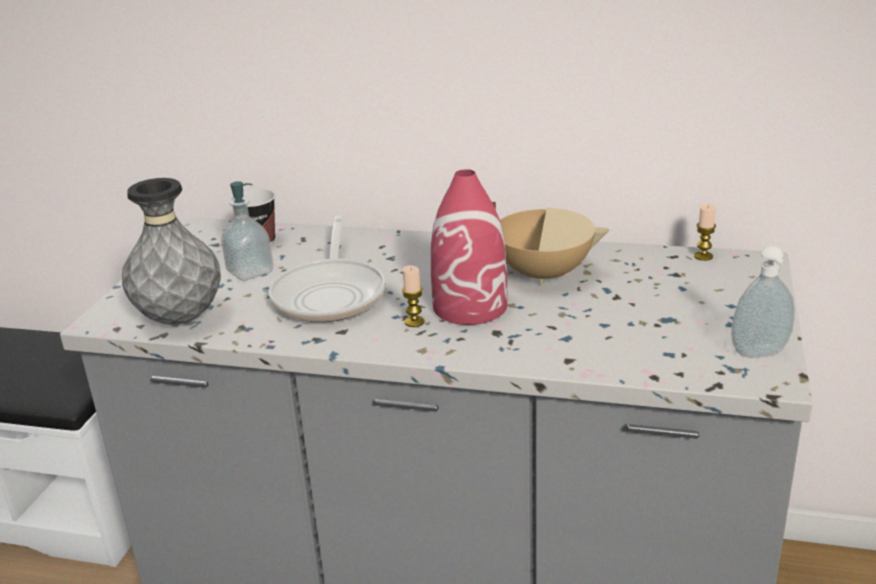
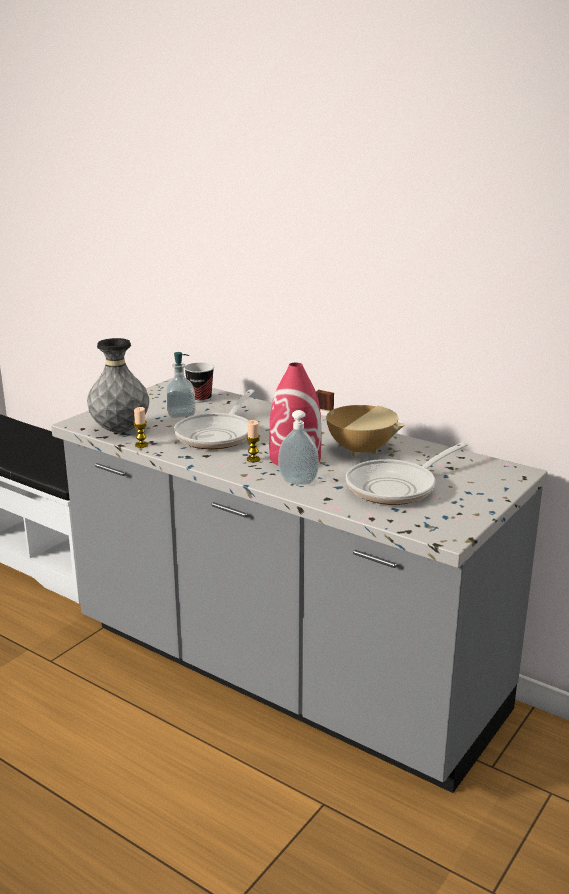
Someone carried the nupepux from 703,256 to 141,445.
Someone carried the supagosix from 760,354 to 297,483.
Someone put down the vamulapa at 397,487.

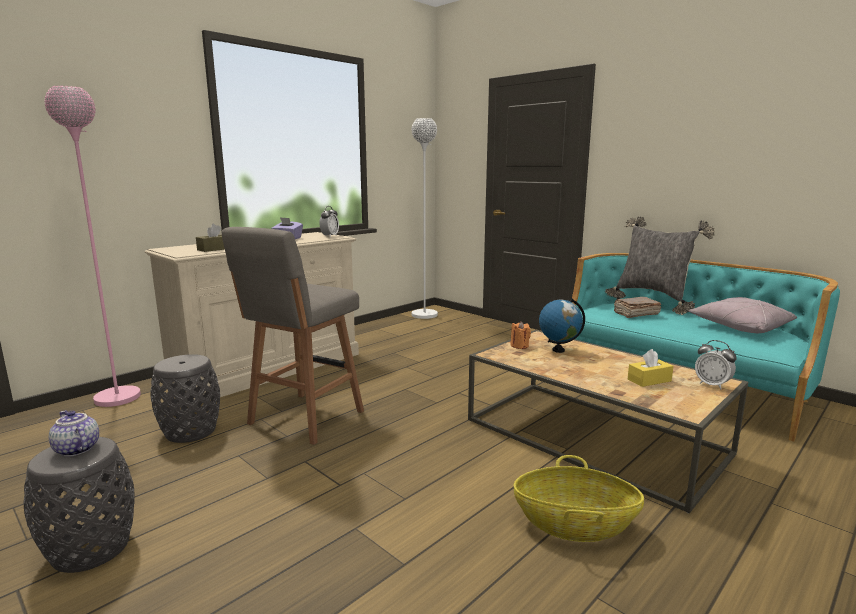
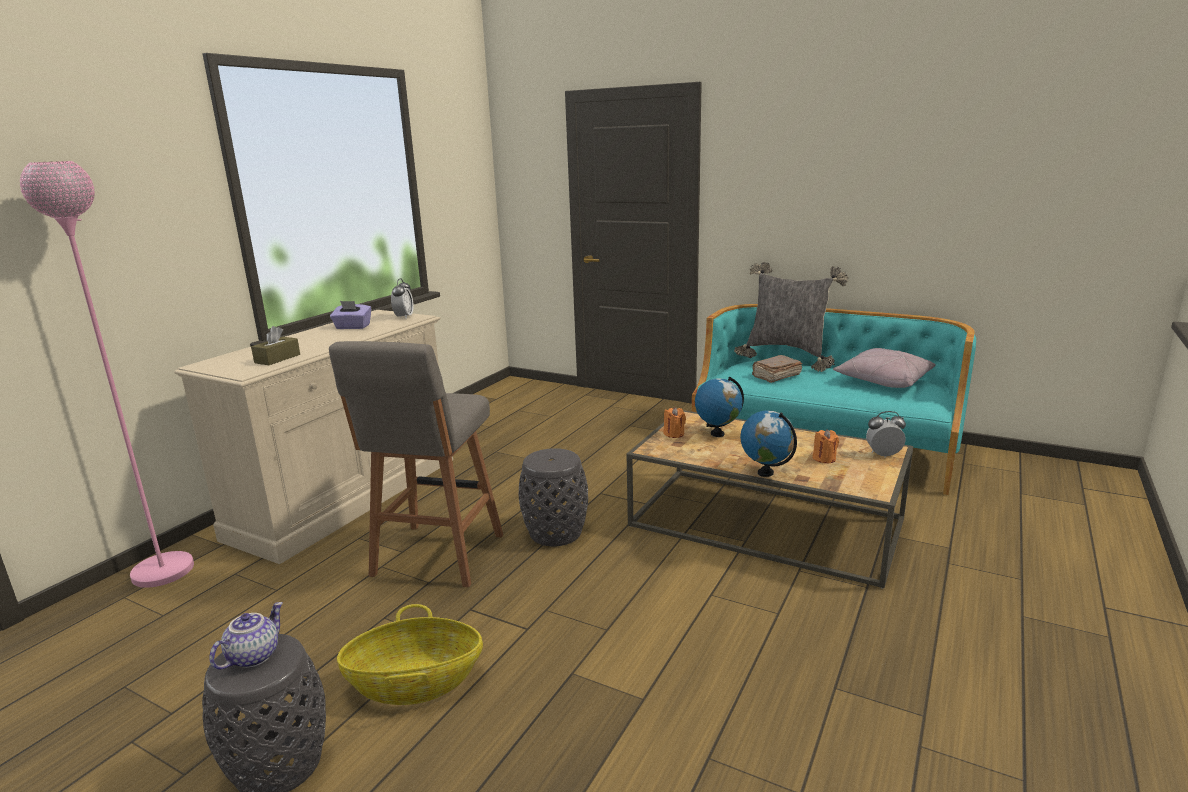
Someone rotated the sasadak at 75,449 by 90 degrees clockwise.
Someone carried the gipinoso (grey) from 190,431 to 555,533.
Someone took away the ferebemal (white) at 424,315.
Someone carried the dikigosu from 574,524 to 415,683.
Someone swapped the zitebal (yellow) at 649,380 for the nupepux (orange) at 824,459.
Someone rotated the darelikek at 712,385 by 150 degrees clockwise.
Someone put down the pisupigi at 766,473.

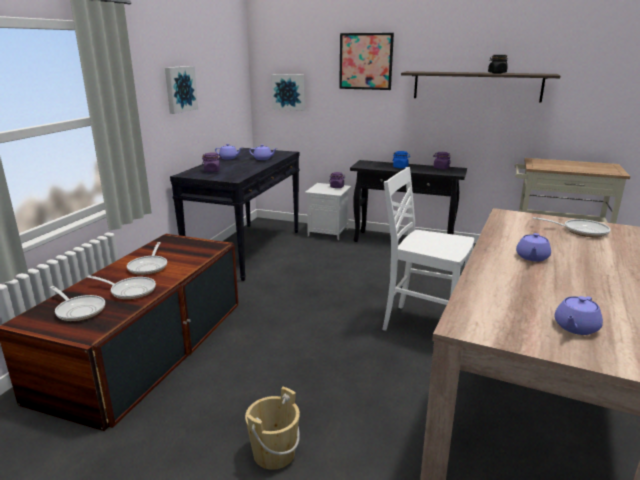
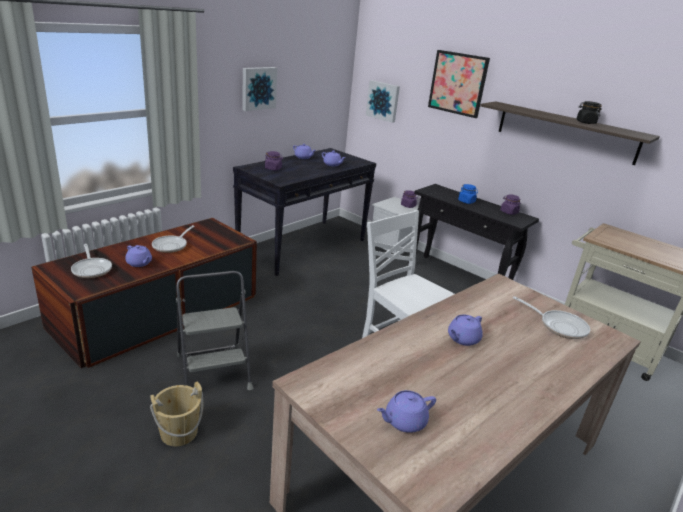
Someone swapped the vamulapa at 130,291 for the sasadak (purple) at 139,263.
Someone put down the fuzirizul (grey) at 213,369.

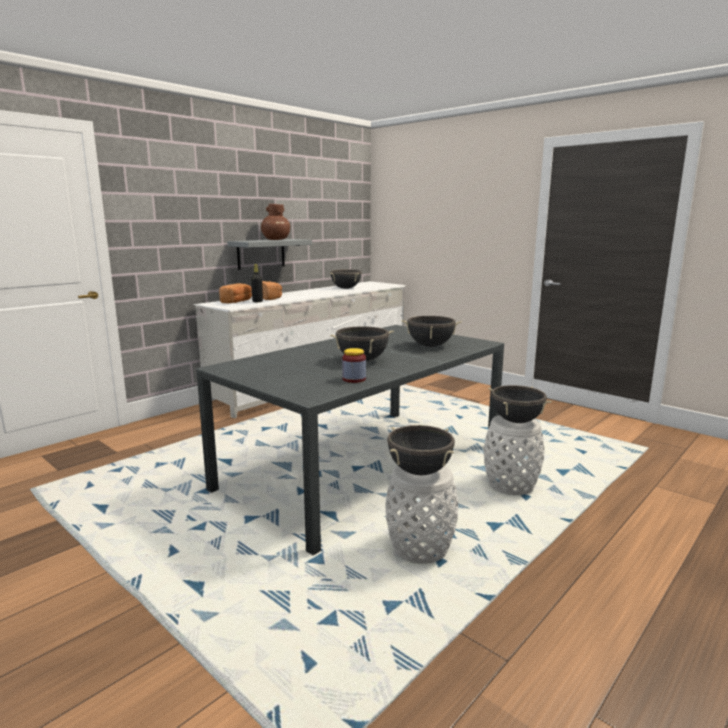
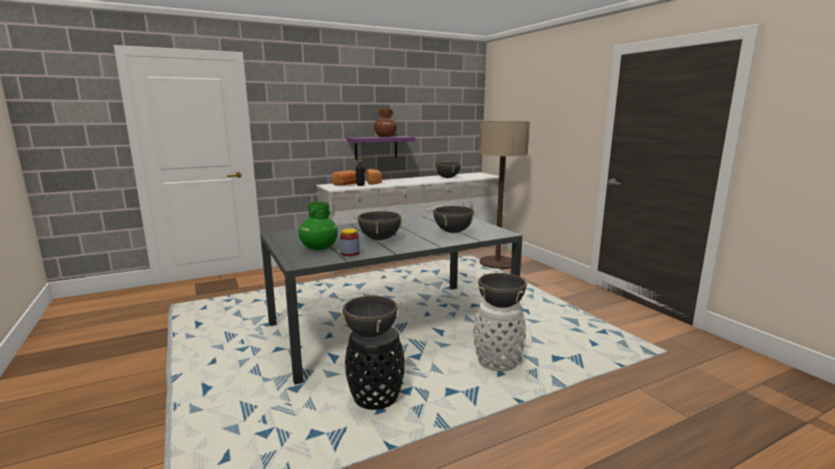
Someone repainted the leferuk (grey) at 261,254, which became the leferuk (purple) at 376,147.
Someone repainted the gipinoso (white) at 420,548, which became the gipinoso (black) at 375,397.
Someone put down the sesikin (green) at 318,248.
Someone put down the ferebemal at 497,263.

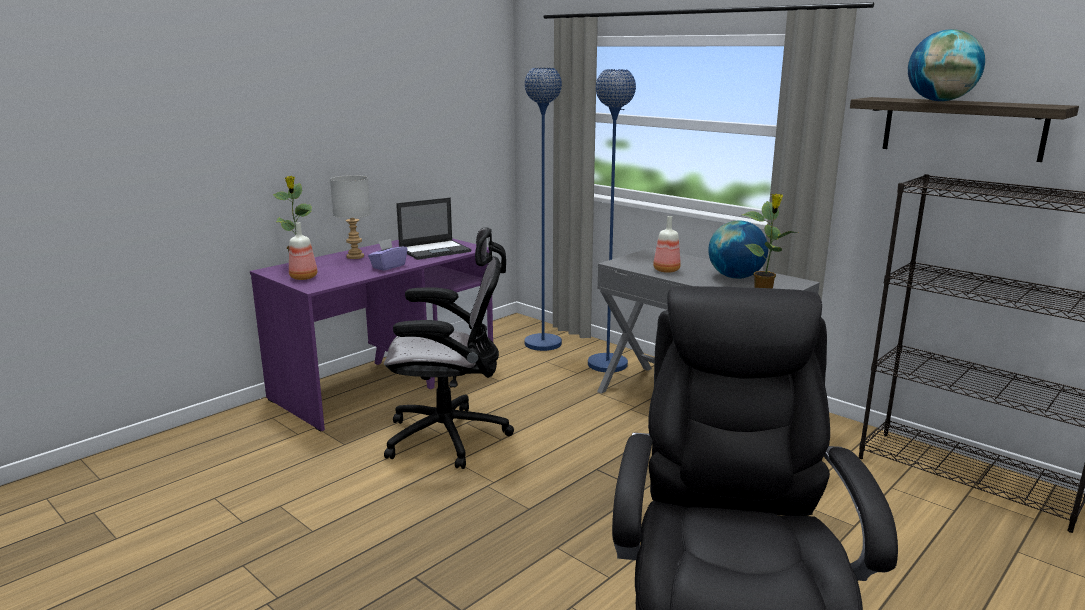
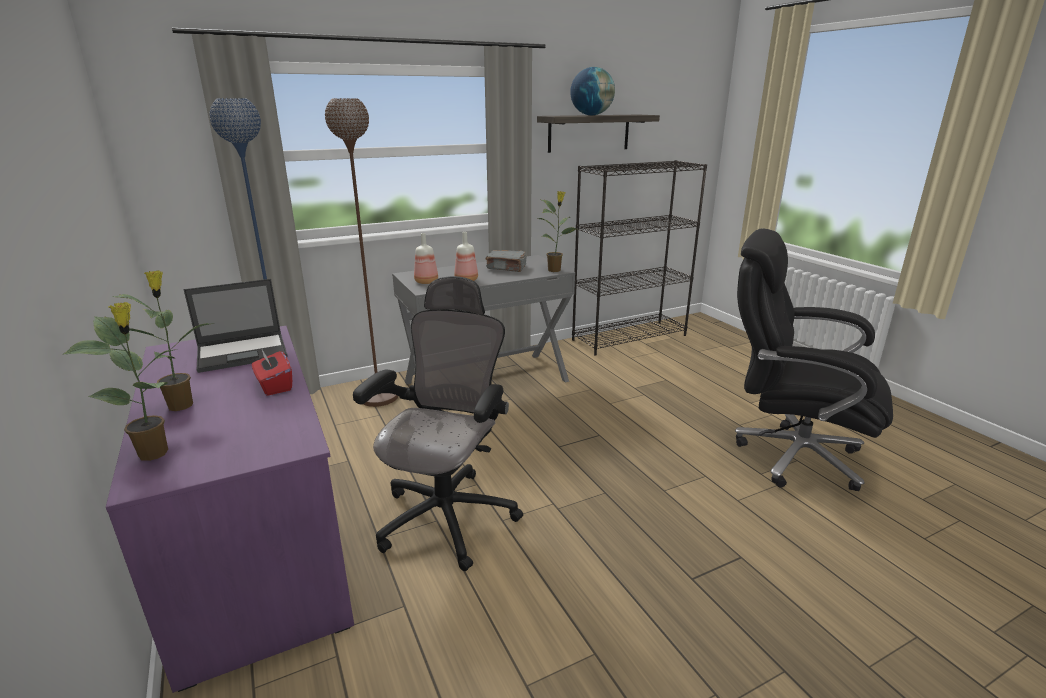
Someone carried the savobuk from 304,277 to 426,282.
Someone swapped the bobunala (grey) at 354,256 for the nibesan at 182,404.
Someone repainted the zitebal (purple) at 388,266, which became the zitebal (red) at 274,386.
Someone rotated the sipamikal at 435,250 by 75 degrees clockwise.
Someone repainted the ferebemal (blue) at 607,364, which became the ferebemal (brown) at 378,397.
Someone swapped the pisupigi at 735,277 for the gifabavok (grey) at 507,268.

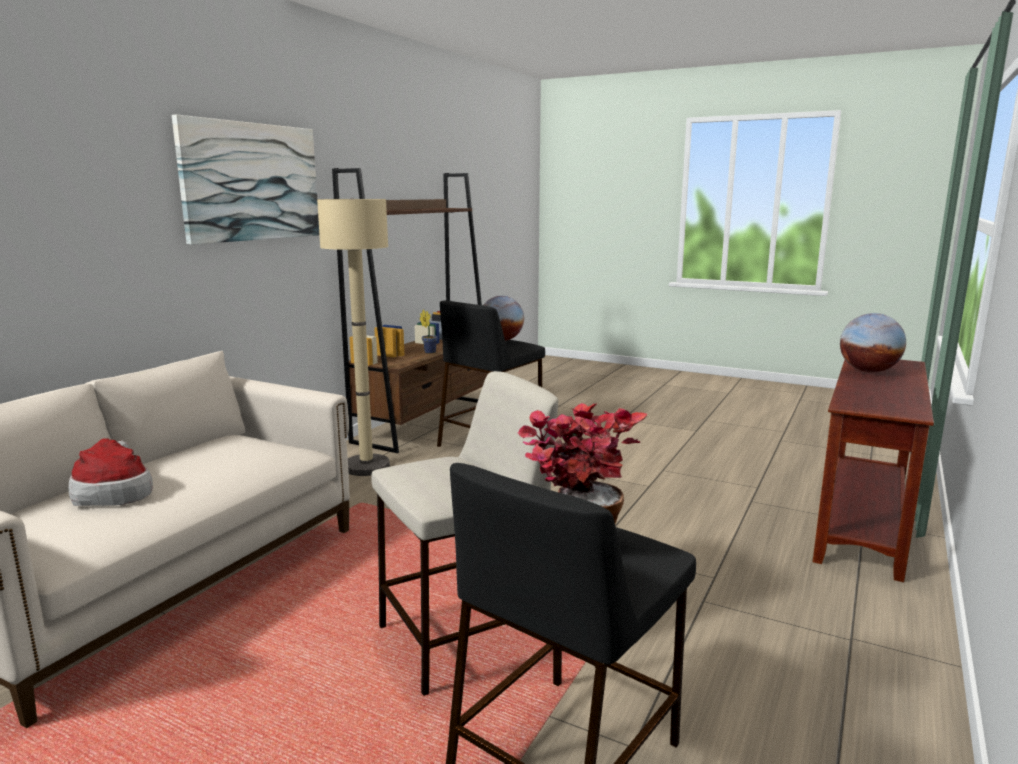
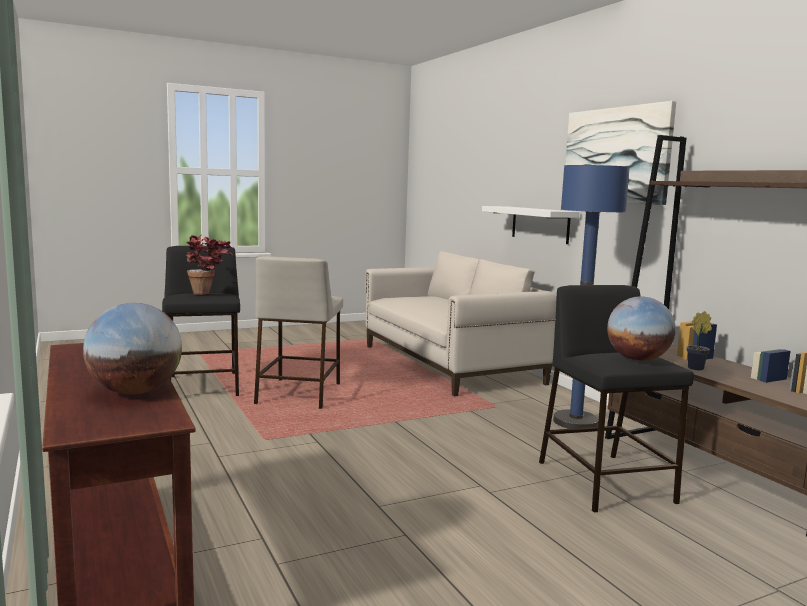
Someone took away the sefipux at 114,492.
Someone repainted the ferebemal (beige) at 366,467, which became the ferebemal (blue) at 575,422.
Someone put up the leferuk (white) at 540,224.

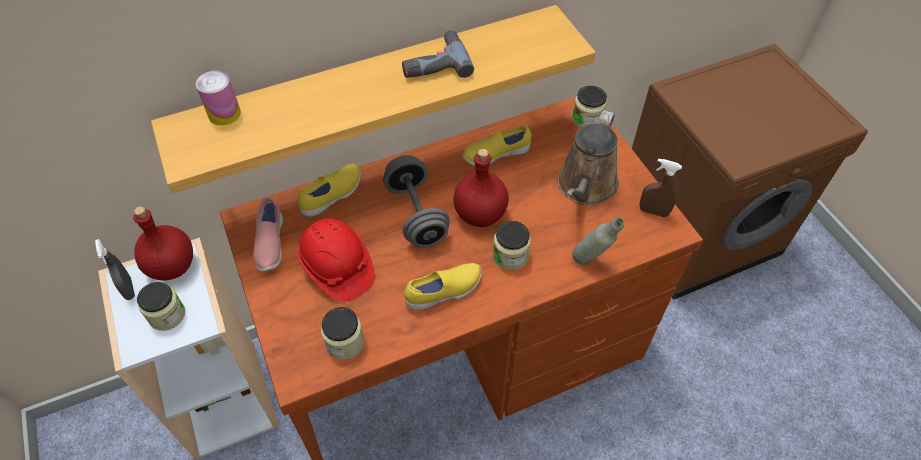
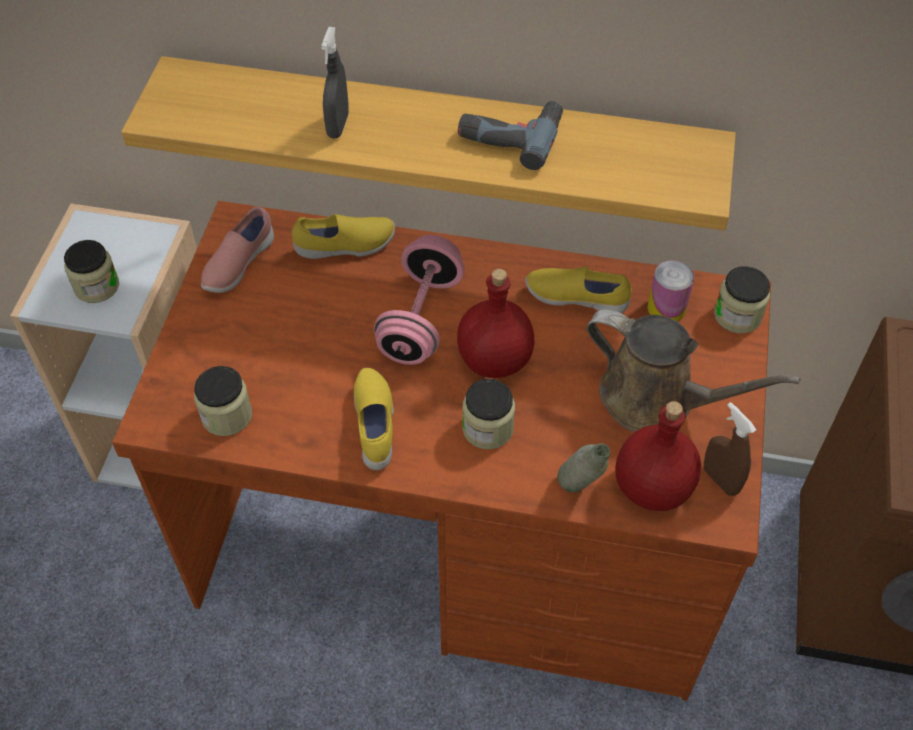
Someone carried the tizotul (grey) from 128,289 to 338,126.
Someone carried the savobuk (red) from 173,265 to 653,486.
Someone carried the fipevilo from 224,113 to 666,308.
Someone took away the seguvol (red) at 337,268.
Someone repainted the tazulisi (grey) at 416,214, which became the tazulisi (pink) at 420,319.
Someone rotated the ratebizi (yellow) at 444,292 by 105 degrees counterclockwise.
Someone rotated the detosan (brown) at 585,187 by 120 degrees counterclockwise.

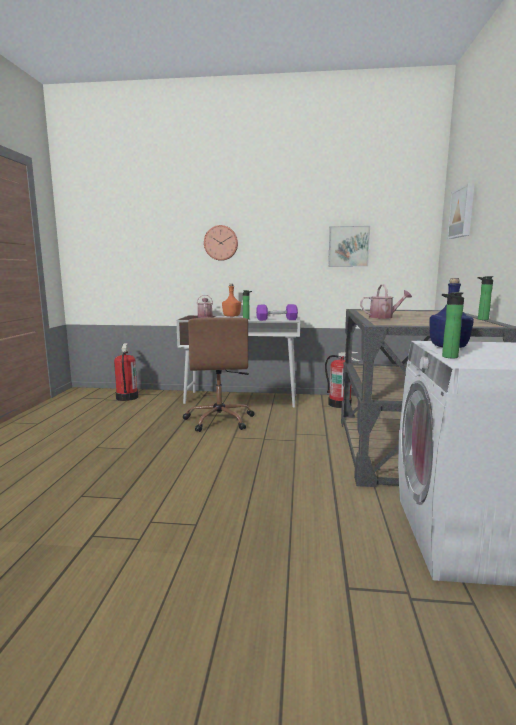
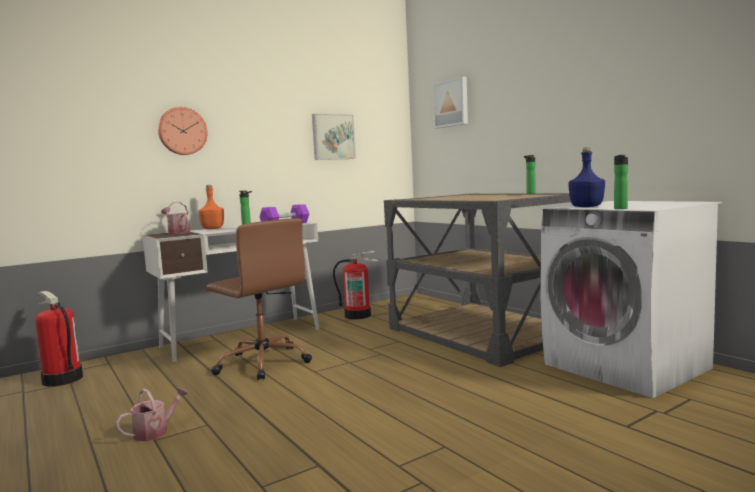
Someone carried the detosan from 384,317 to 155,431.

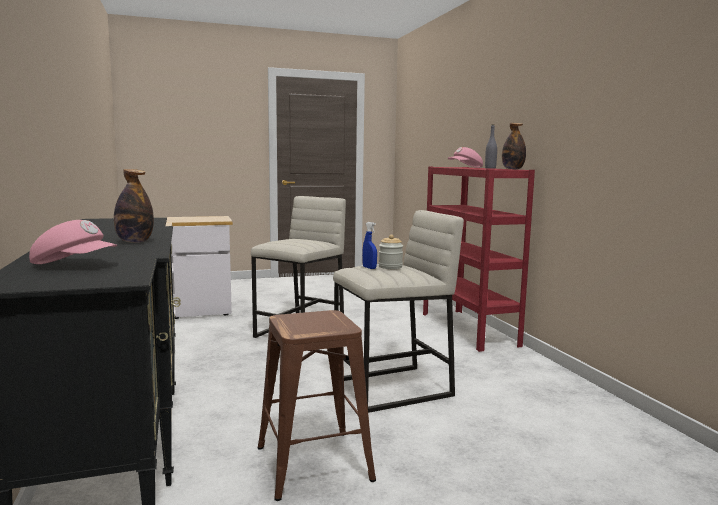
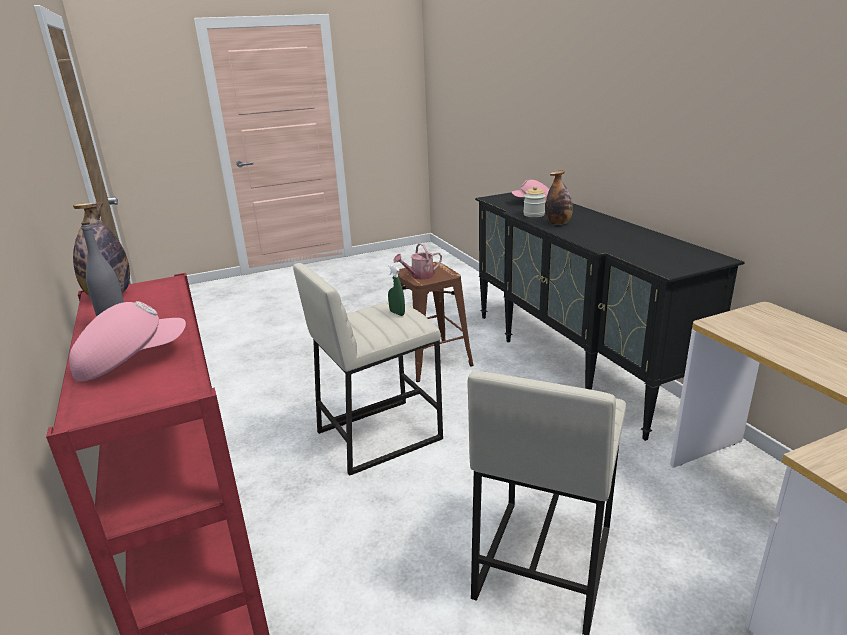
Someone repainted the tizotul (blue) at 369,268, which became the tizotul (green) at 397,313.
Someone carried the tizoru from 390,267 to 534,214.
Someone put down the detosan at 419,276.

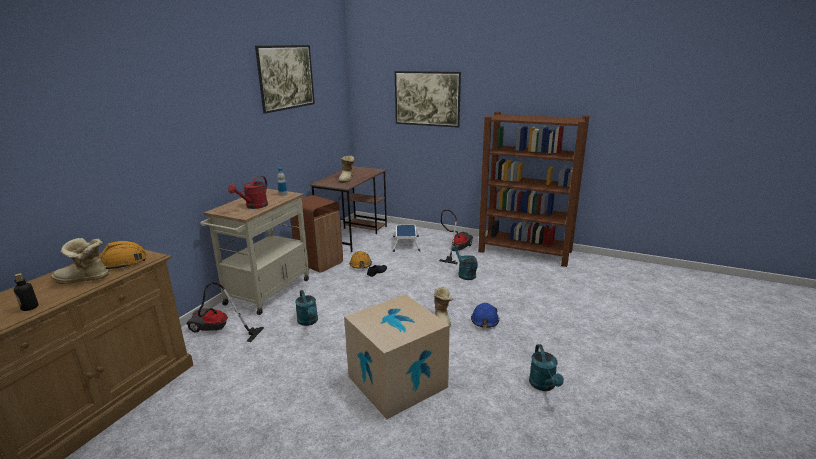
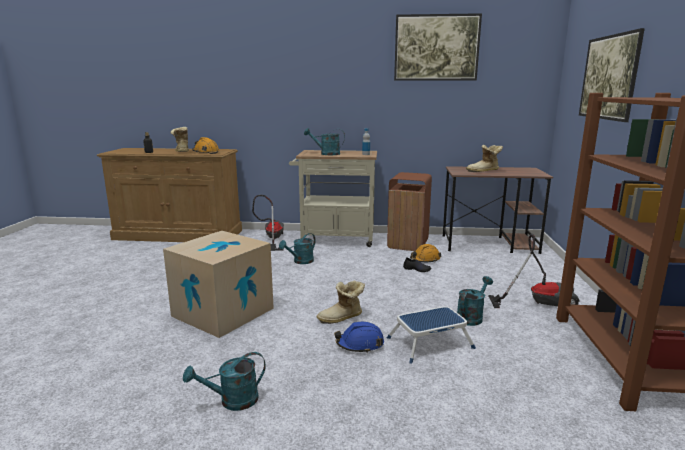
Someone repainted the detosan (red) at 254,206, which became the detosan (turquoise) at 326,154.
Someone carried the fuzirizul (blue) from 406,243 to 430,343.

